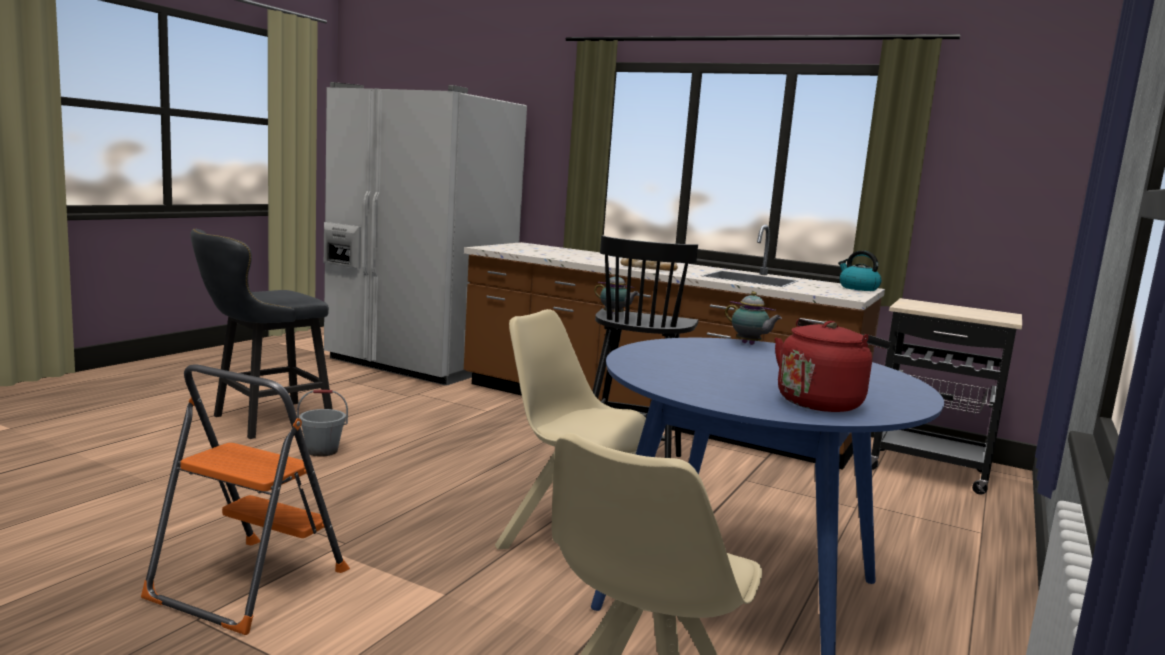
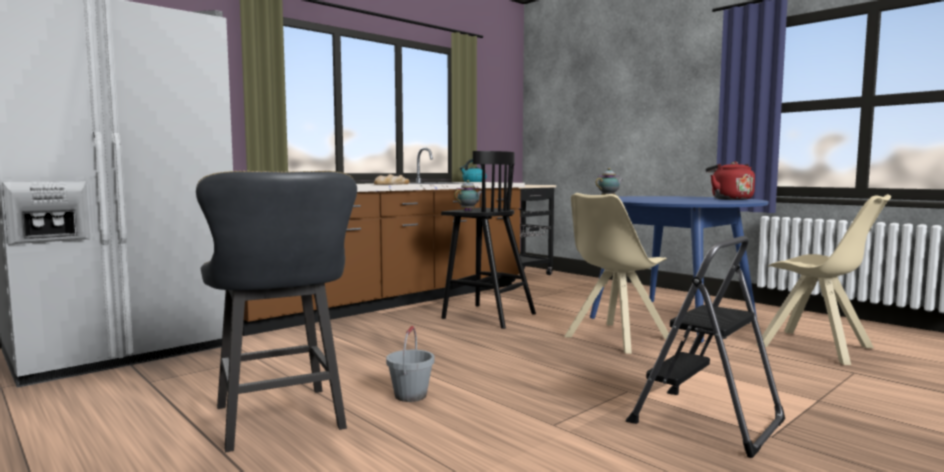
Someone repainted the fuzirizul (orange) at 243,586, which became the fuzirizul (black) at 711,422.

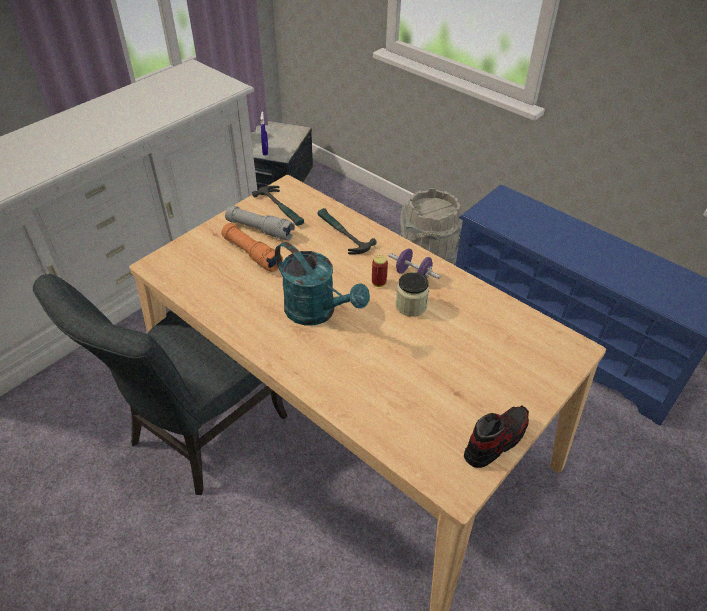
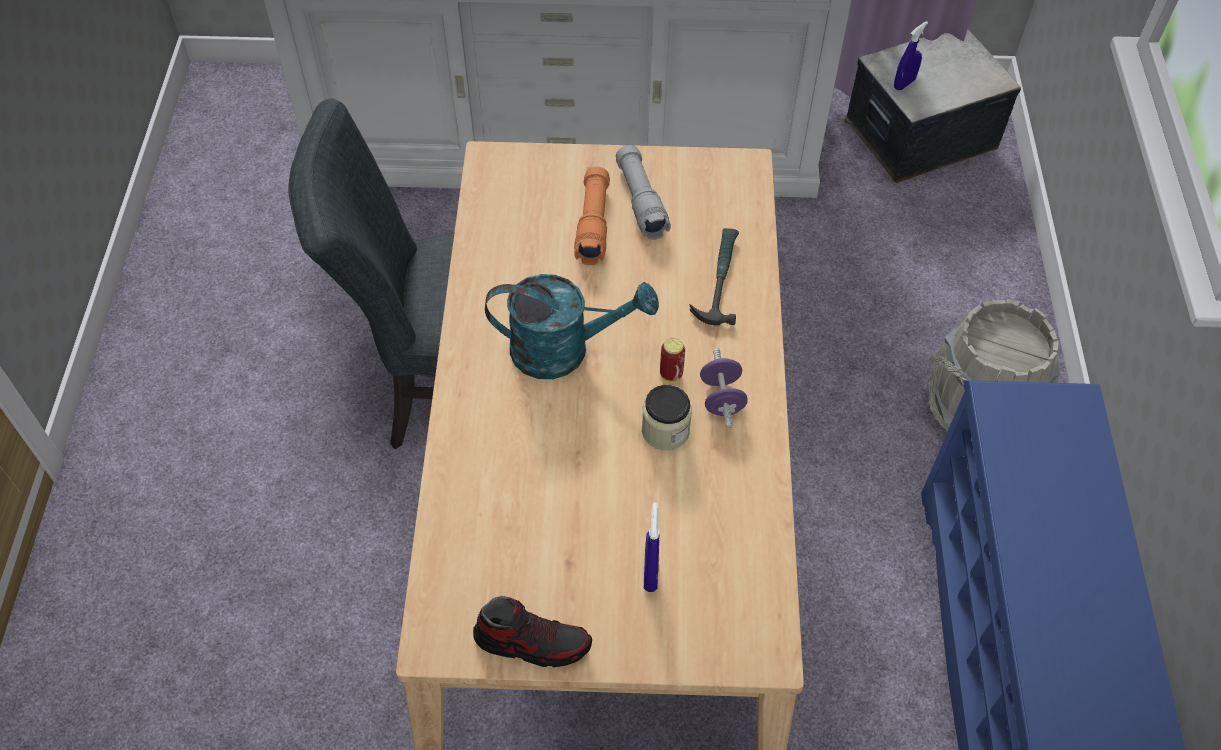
Someone took away the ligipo at 282,208.
Someone rotated the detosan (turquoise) at 317,312 by 90 degrees counterclockwise.
Someone put down the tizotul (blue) at 650,573.

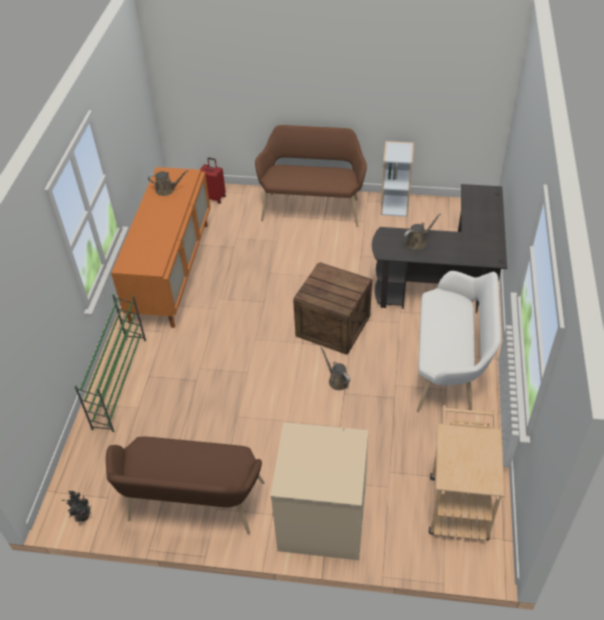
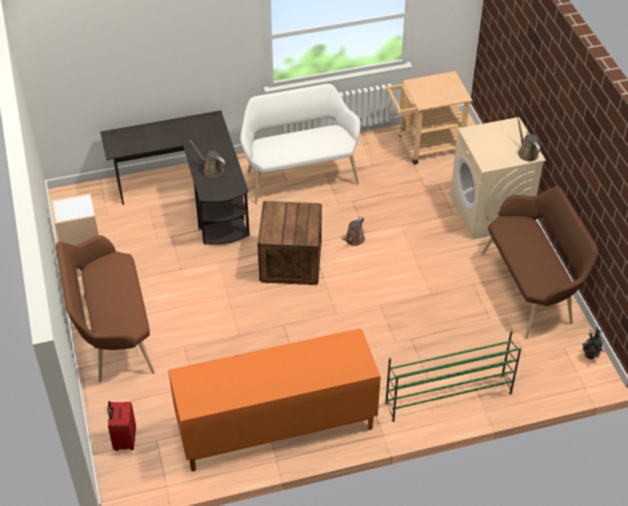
Someone carried the detosan (brown) from 167,190 to 526,153.

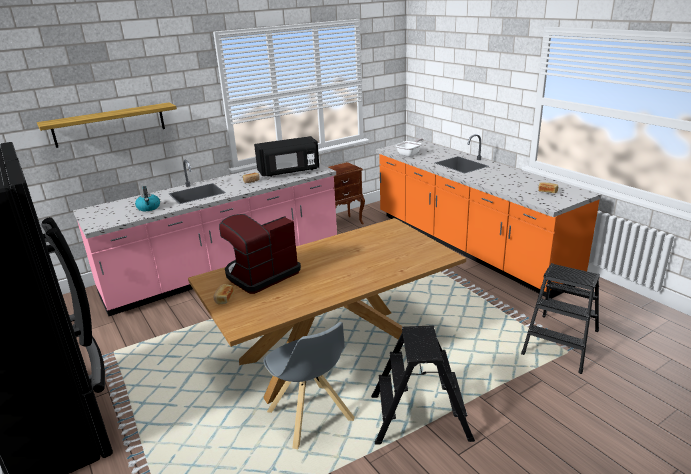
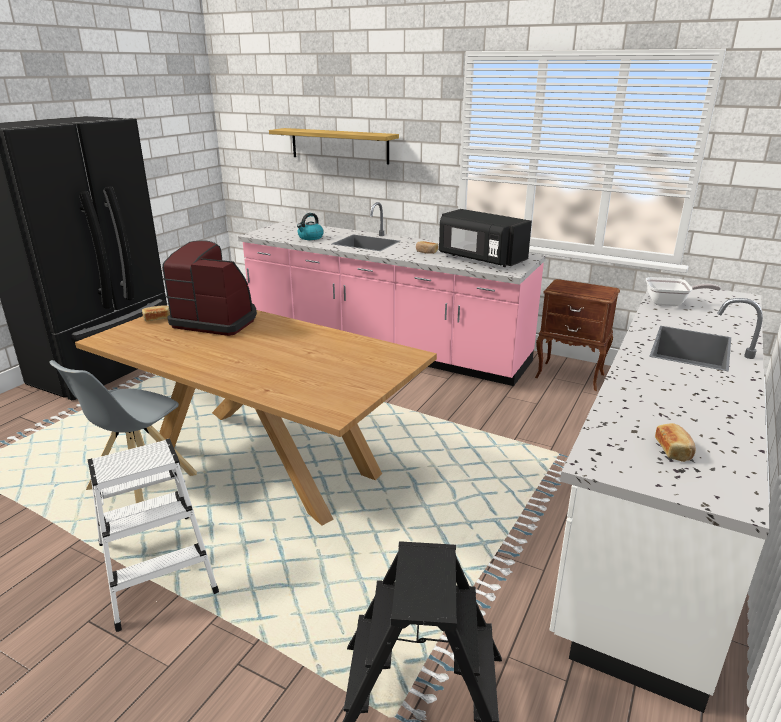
Someone repainted the fuzirizul (black) at 420,417, which became the fuzirizul (white) at 156,566.
Someone repainted the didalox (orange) at 467,246, which became the didalox (white) at 655,504.

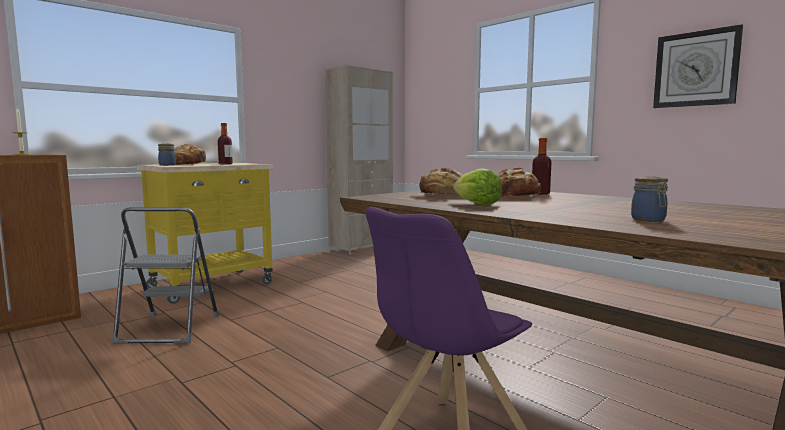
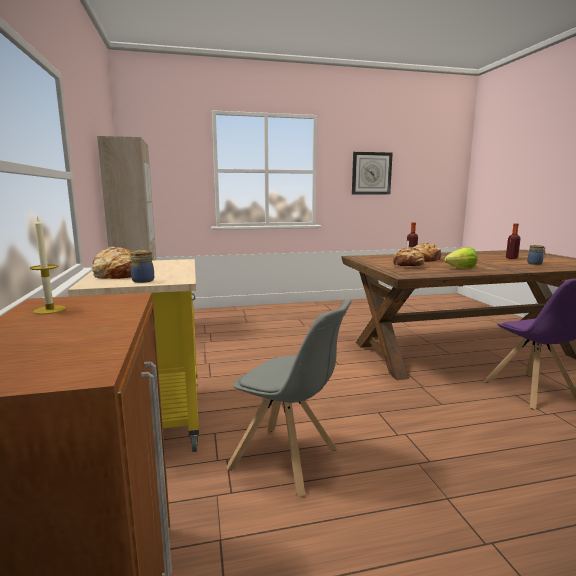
Someone swapped the fuzirizul (grey) at 167,329 for the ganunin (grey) at 288,460.
Someone carried the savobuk from 225,164 to 511,258.

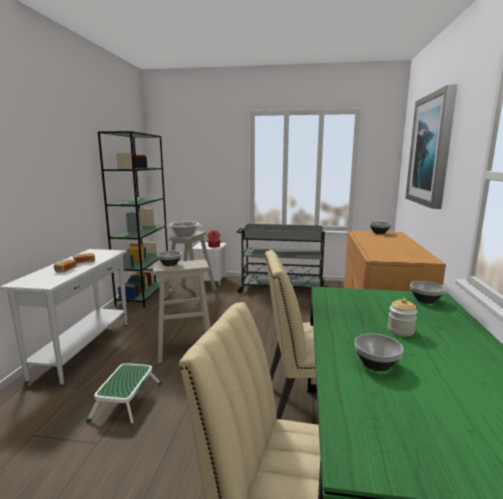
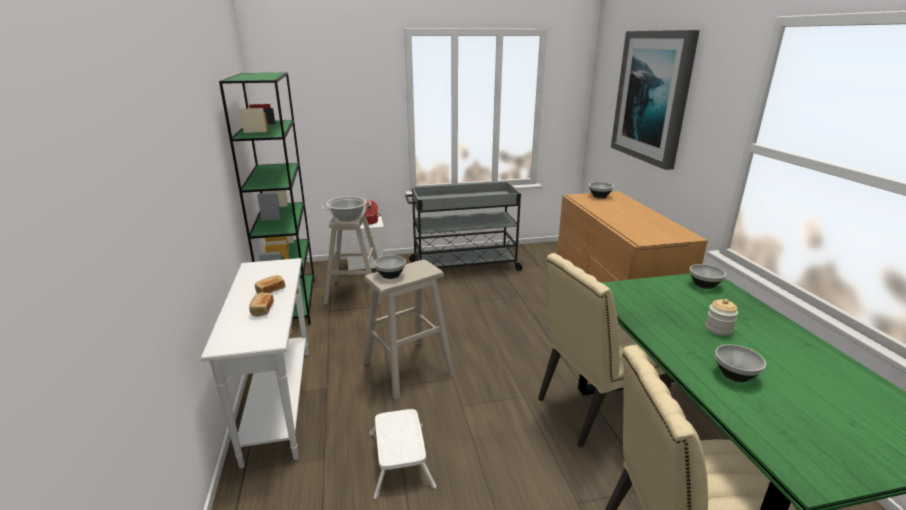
Someone repainted the fuzirizul (green) at 127,401, which became the fuzirizul (white) at 401,458.

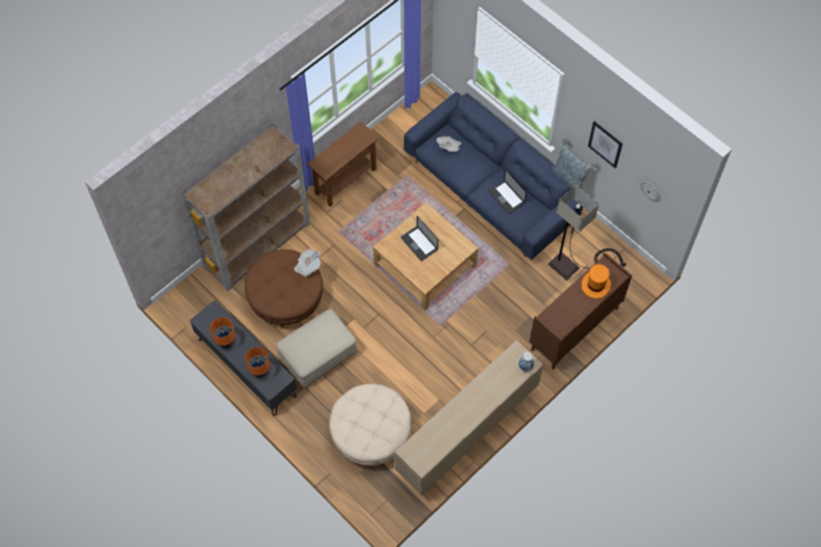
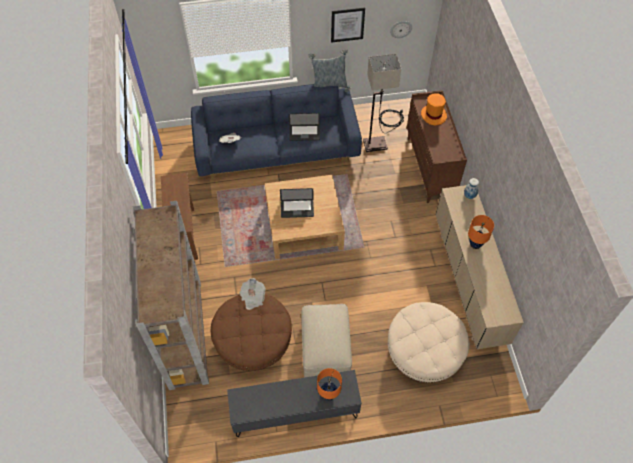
Someone carried the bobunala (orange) from 226,343 to 475,244.

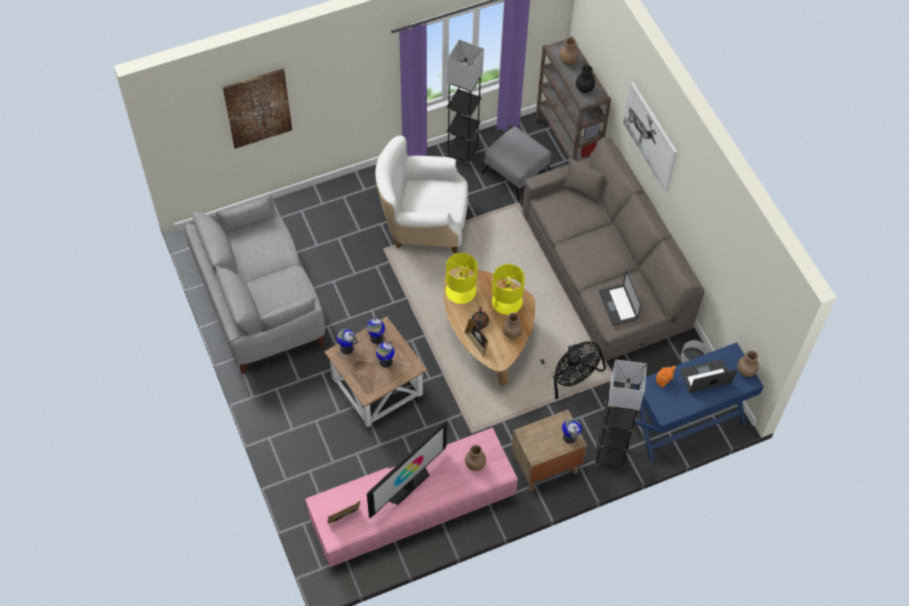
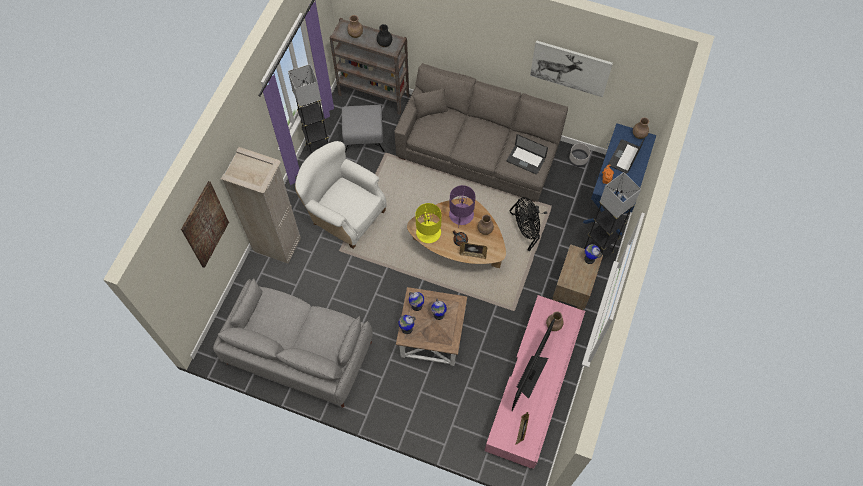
Someone rotated the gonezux at 407,483 by 150 degrees counterclockwise.
Someone rotated the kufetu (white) at 423,223 by 75 degrees clockwise.
Someone repainted the bobunala (yellow) at 506,302, which became the bobunala (purple) at 461,215.
Someone rotated the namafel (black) at 569,377 by 150 degrees clockwise.
Someone carried the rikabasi from 650,136 to 570,68.
Someone put down the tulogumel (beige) at 277,244.

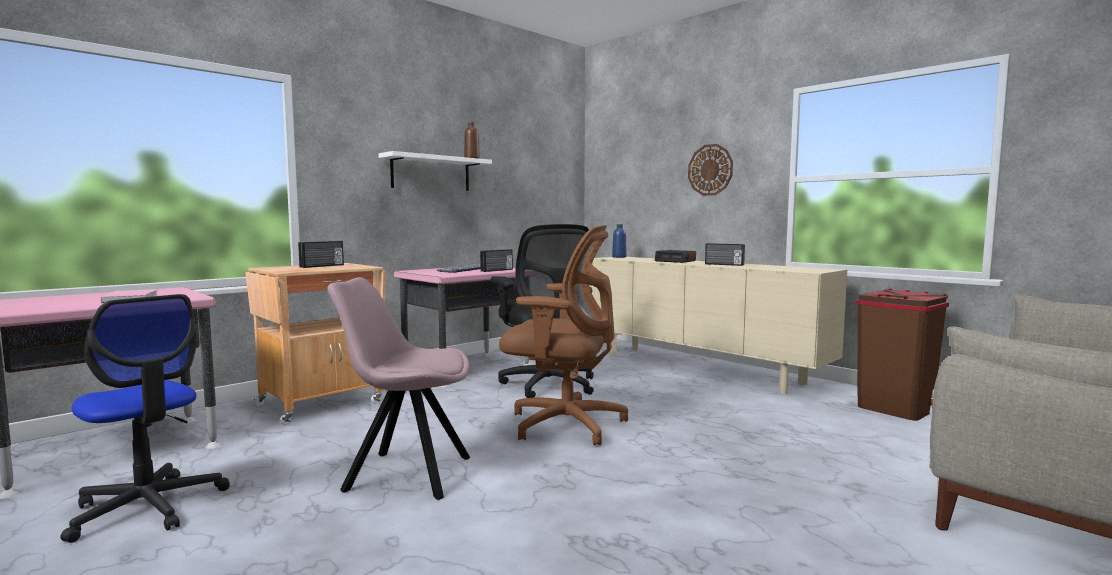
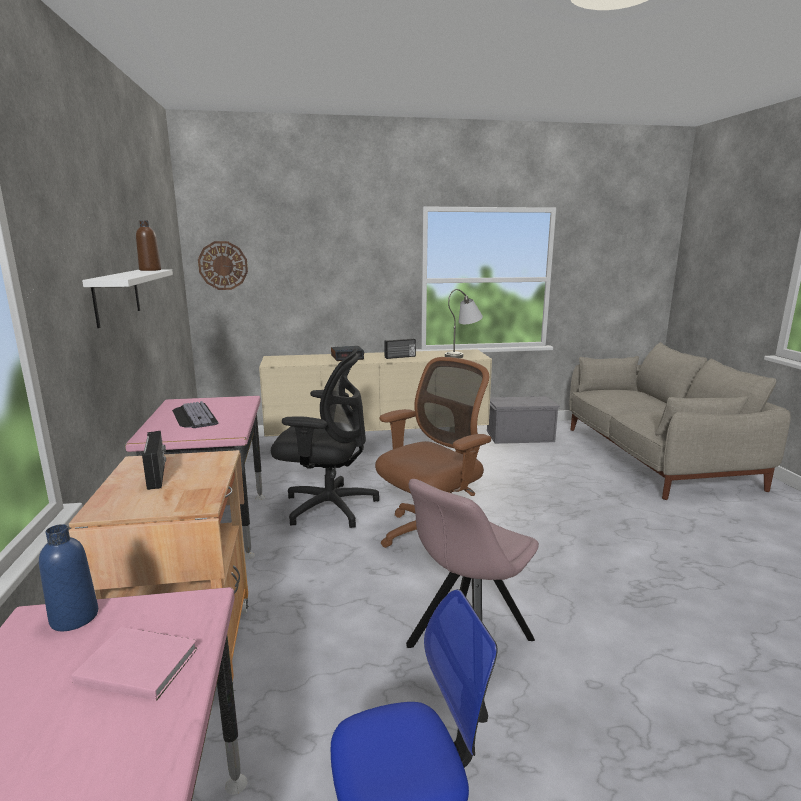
Someone took away the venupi at 497,270.
Someone carried the savobuk (blue) from 619,257 to 74,617.
Someone carried the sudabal from 710,170 to 223,265.
Someone swapped the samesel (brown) at 894,408 for the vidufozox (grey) at 519,436.
Someone put down the bobunala (grey) at 463,355.

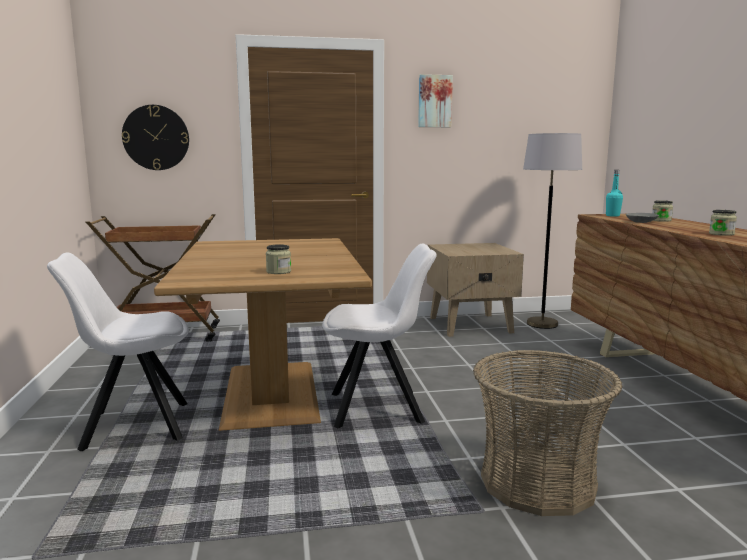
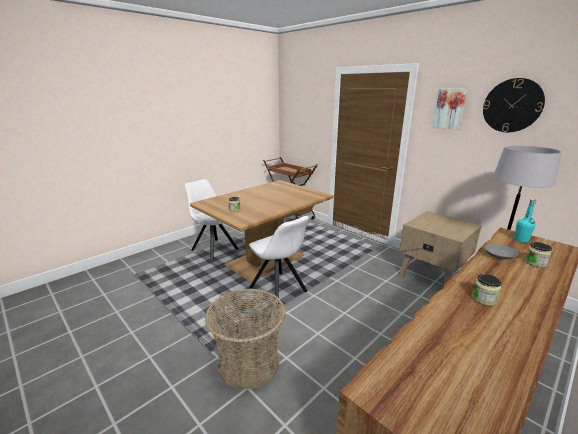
Someone carried the sudabal from 156,137 to 512,105.

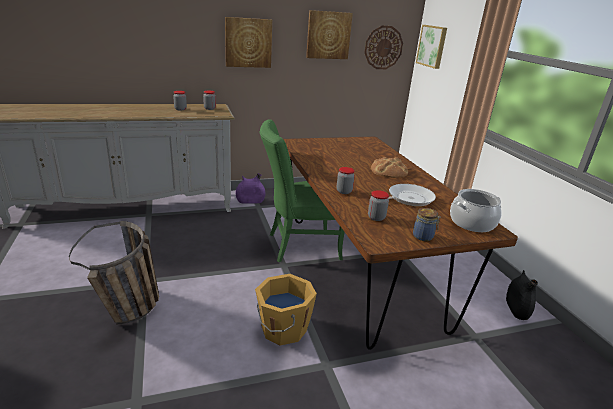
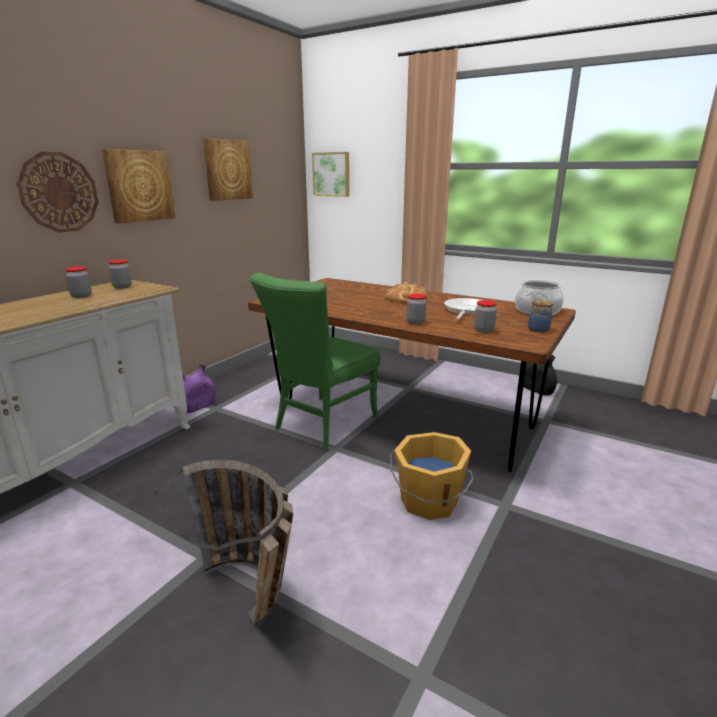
Someone carried the sudabal from 383,47 to 59,192.

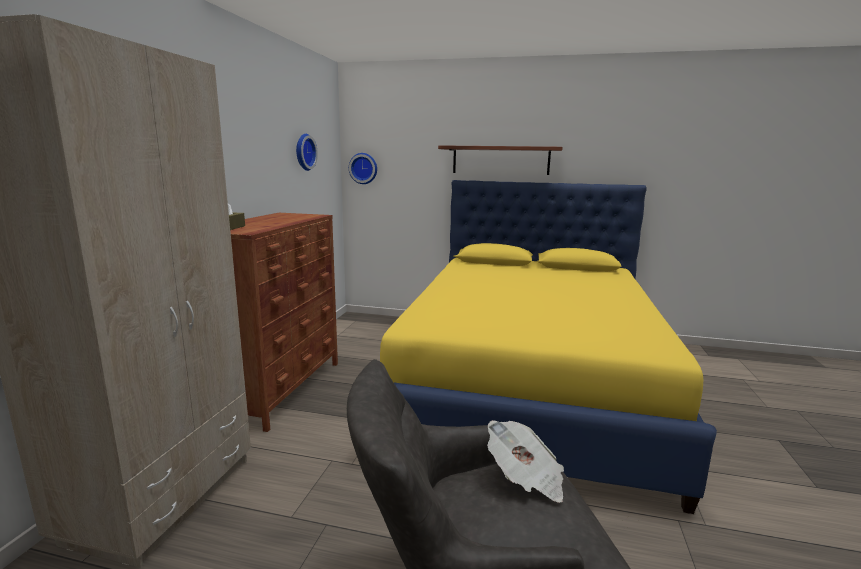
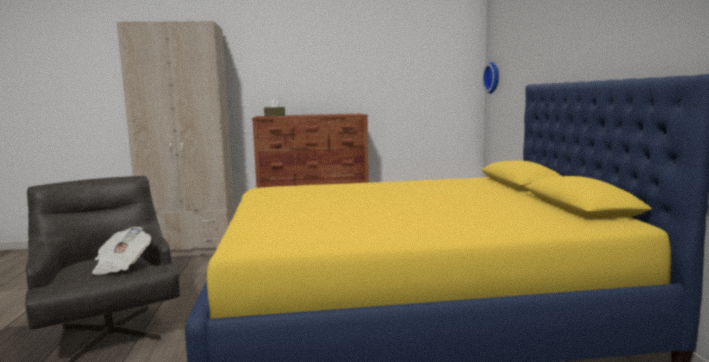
Someone took away the sudabal at 303,152.
Someone took away the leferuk at 500,160.

